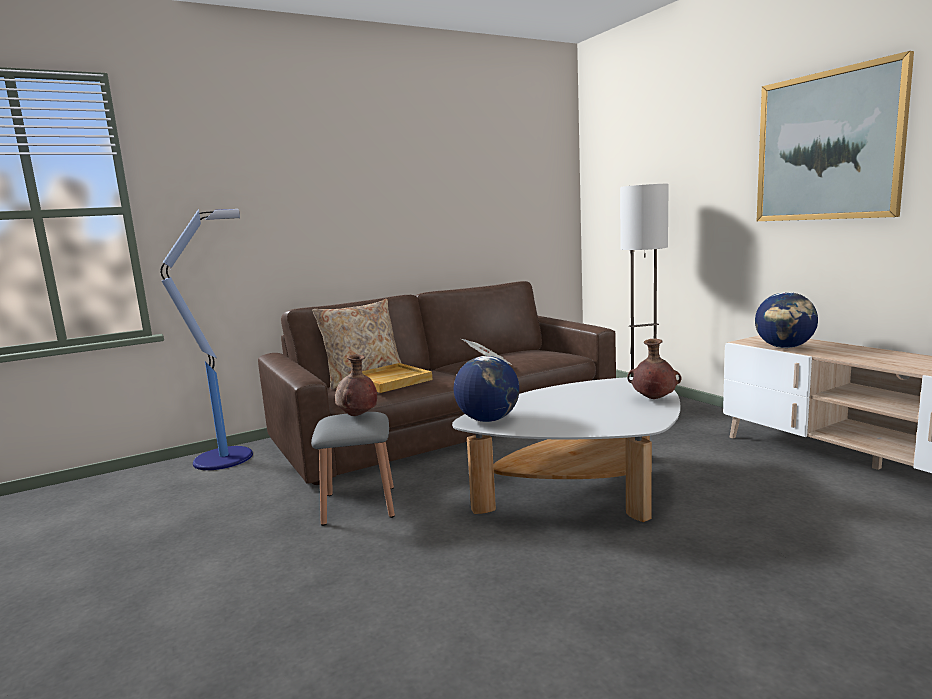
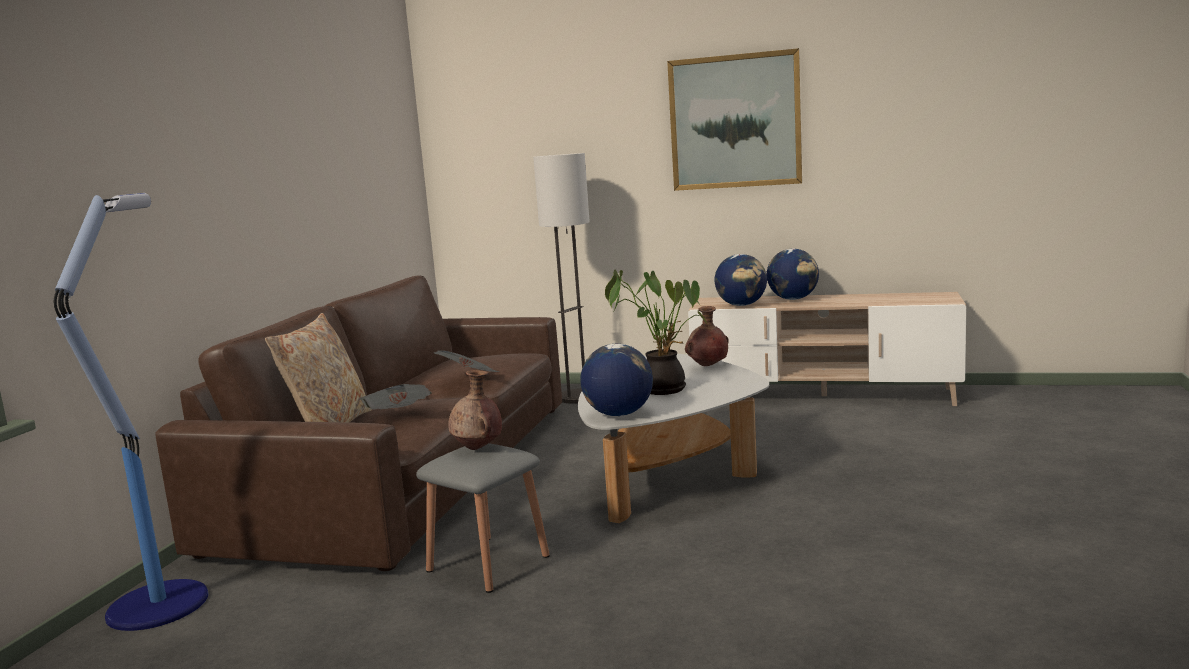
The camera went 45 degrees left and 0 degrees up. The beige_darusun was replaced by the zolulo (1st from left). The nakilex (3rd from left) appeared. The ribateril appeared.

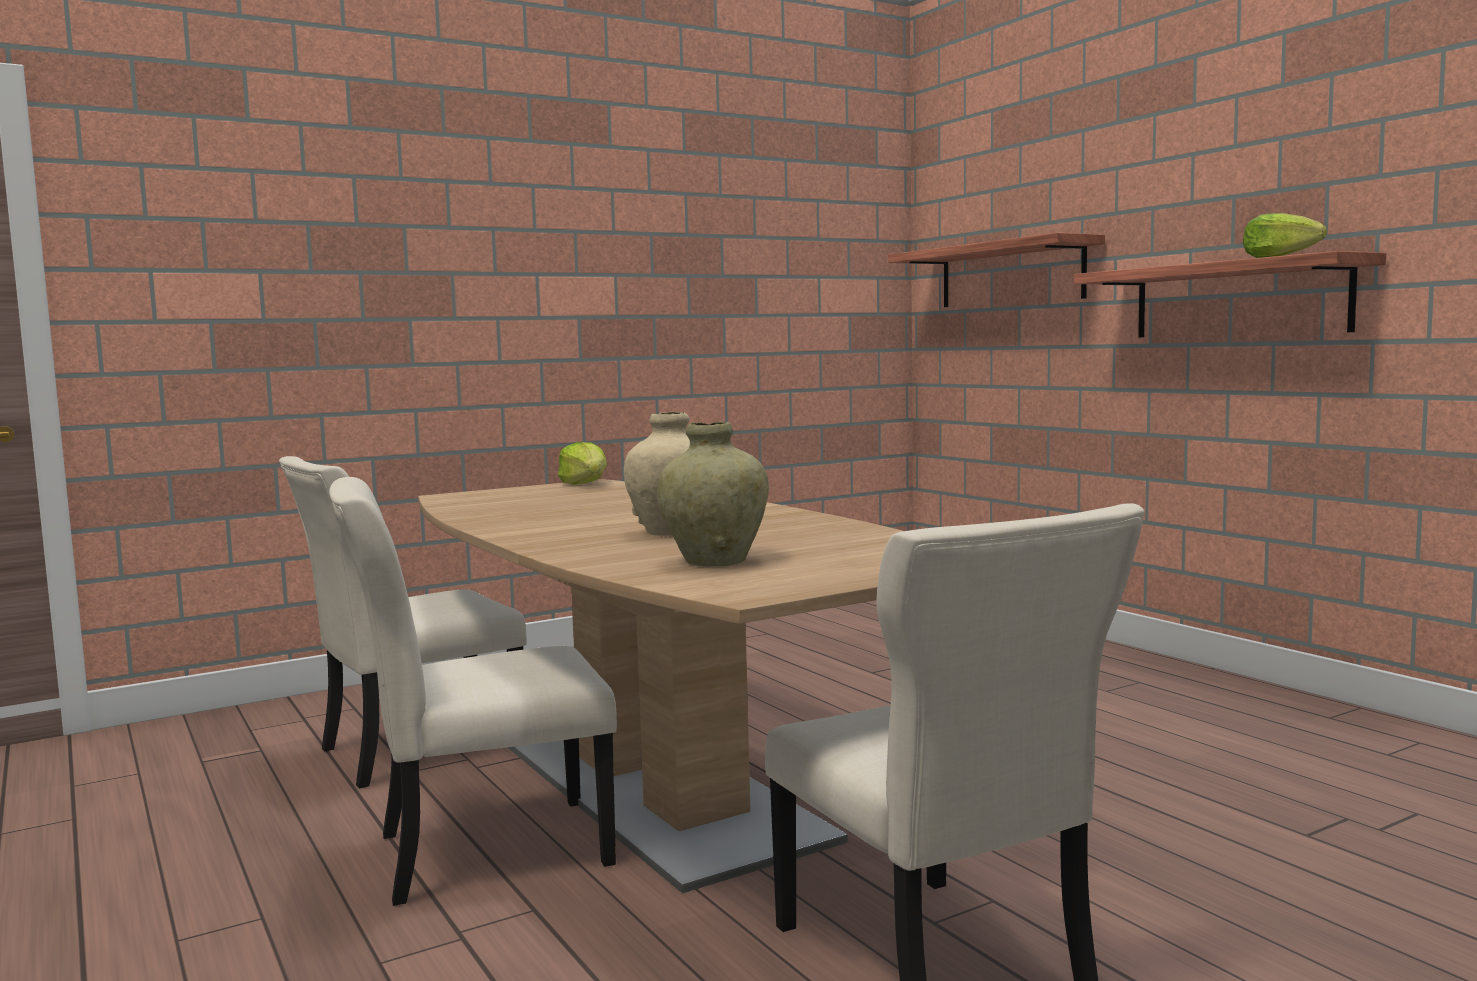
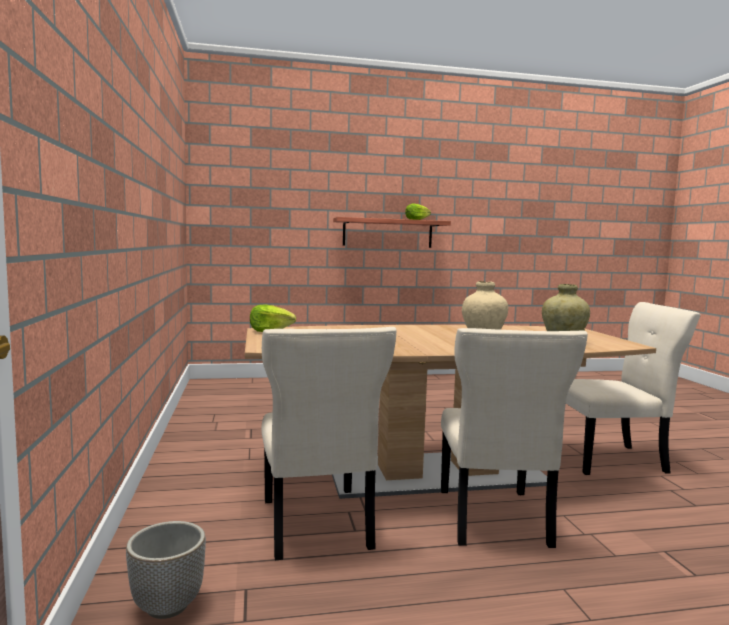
The camera went 70 degrees left and 0 degrees up. The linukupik (1st from left) disappeared. The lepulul appeared.

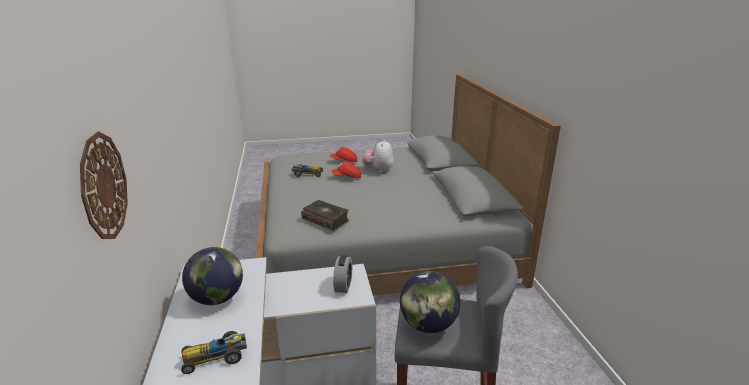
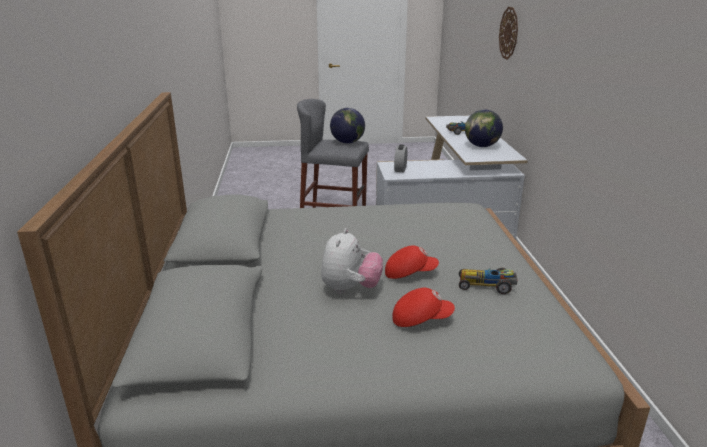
The camera went 175 degrees left and 0 degrees up. The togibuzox disappeared.

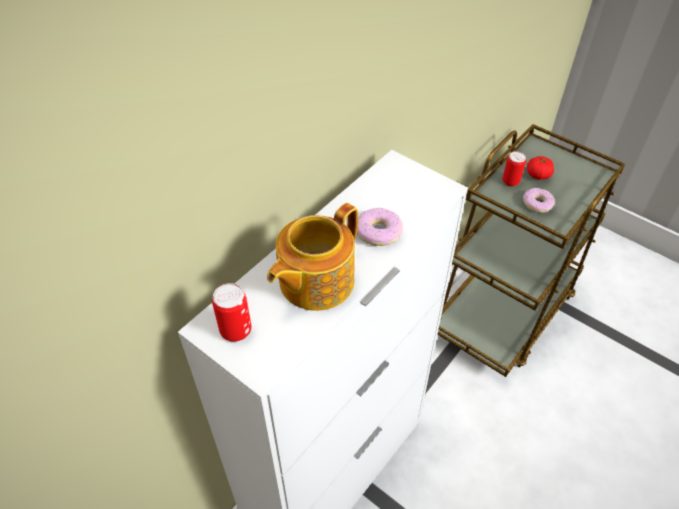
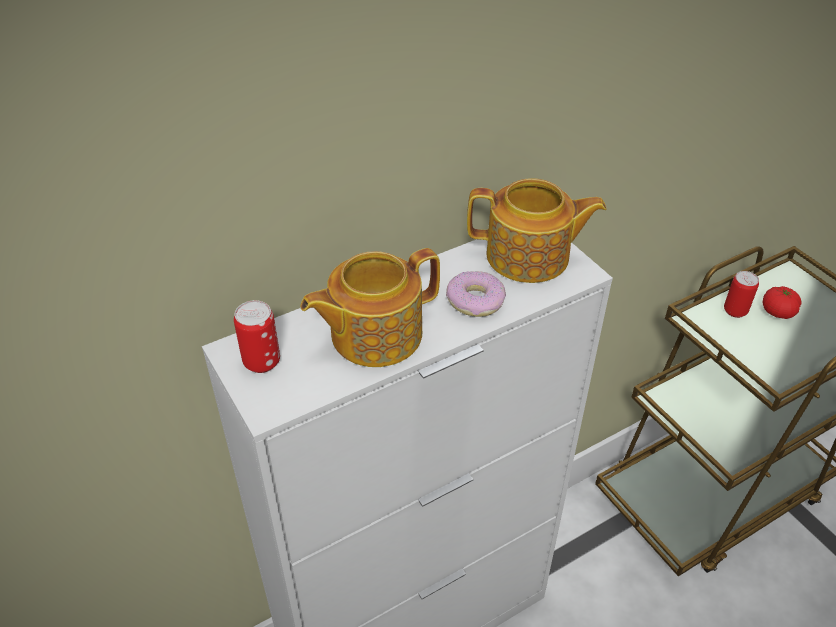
The camera went 20 degrees right and 5 degrees down. The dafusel (2nd from left) disappeared. The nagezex (2nd from left) appeared.

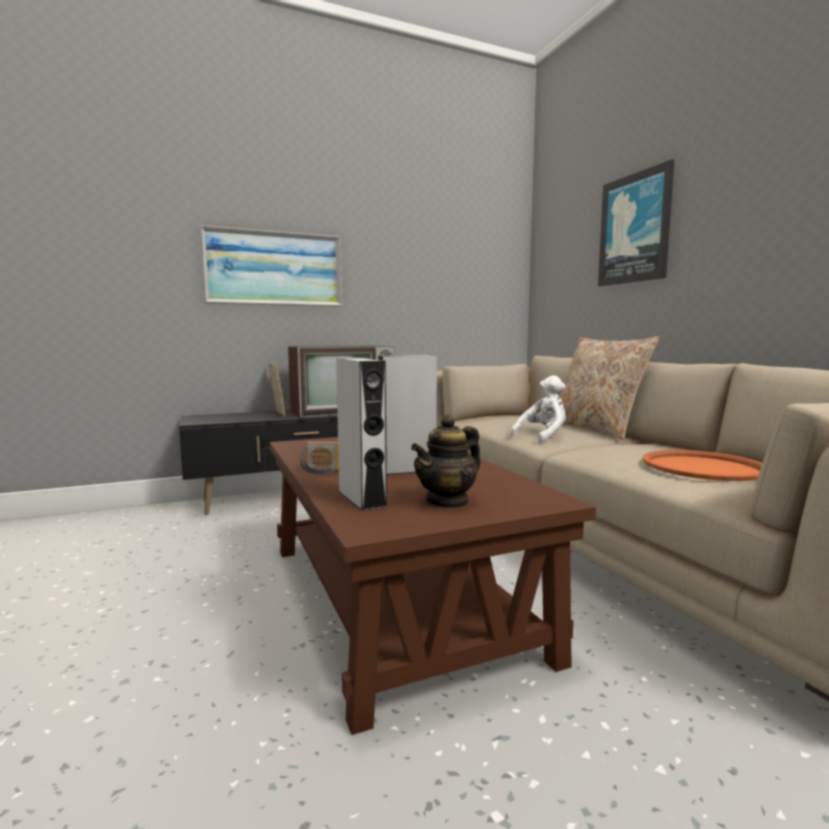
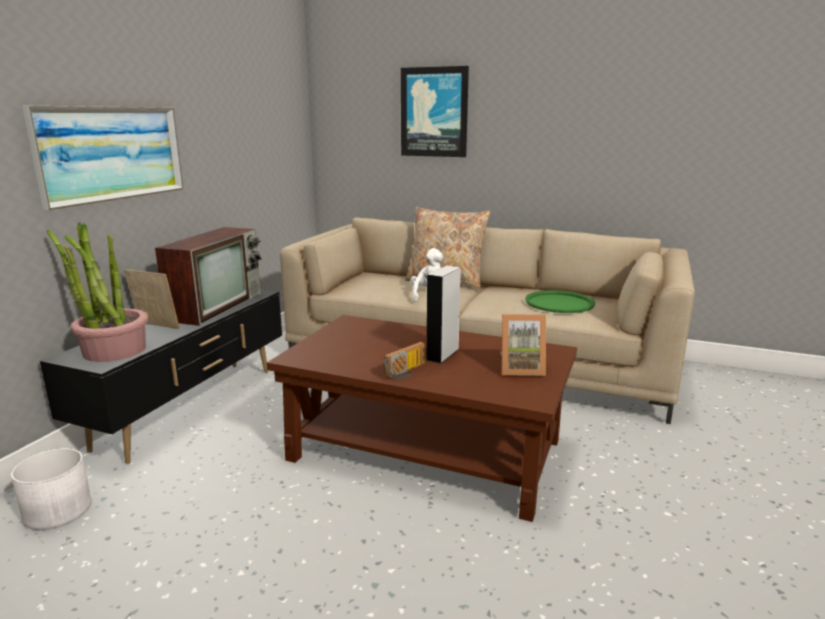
The camera went 45 degrees left and 10 degrees up. The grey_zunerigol (1st from left) disappeared. The nagezex was replaced by the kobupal (2nd from left). The orange_darusun became the green_darusun. The ribateril appeared. The white_lepulul appeared.

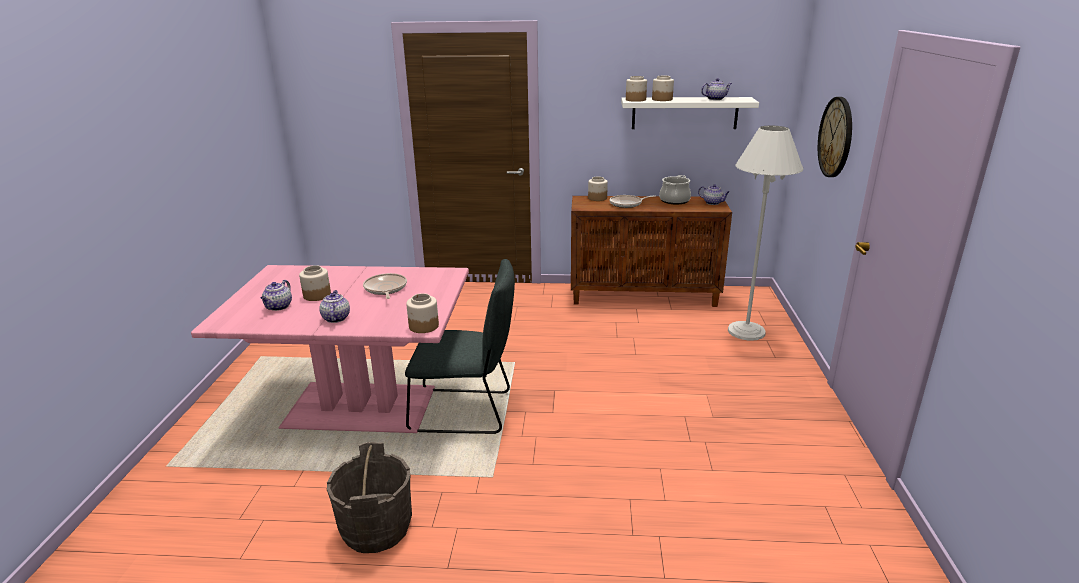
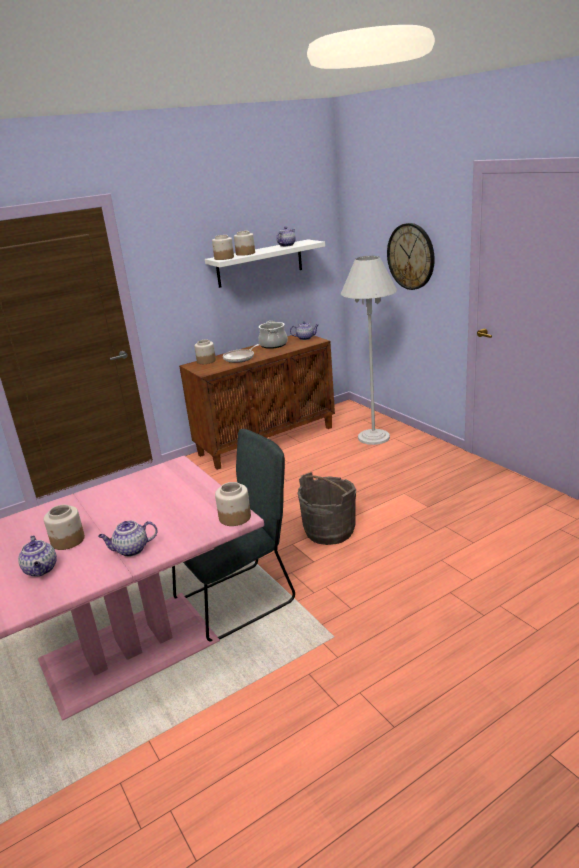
The camera went 35 degrees left and 0 degrees up. The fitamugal (1st from left) disappeared. The nagezex (2nd from left) turned 60 degrees counterclockwise. The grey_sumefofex moved.

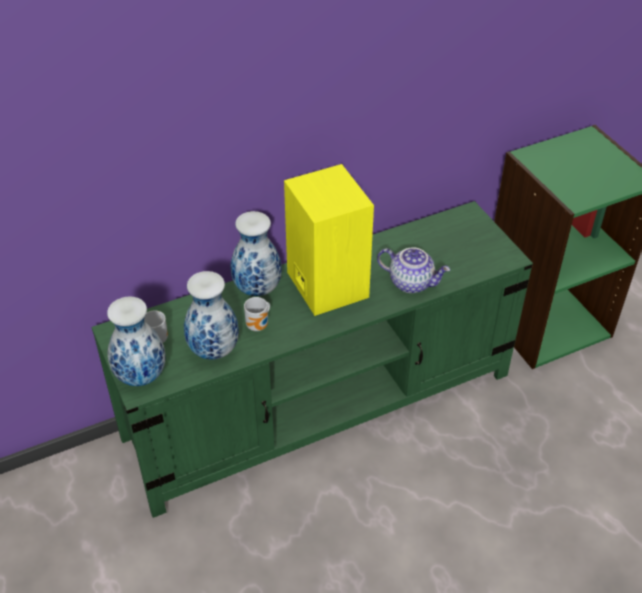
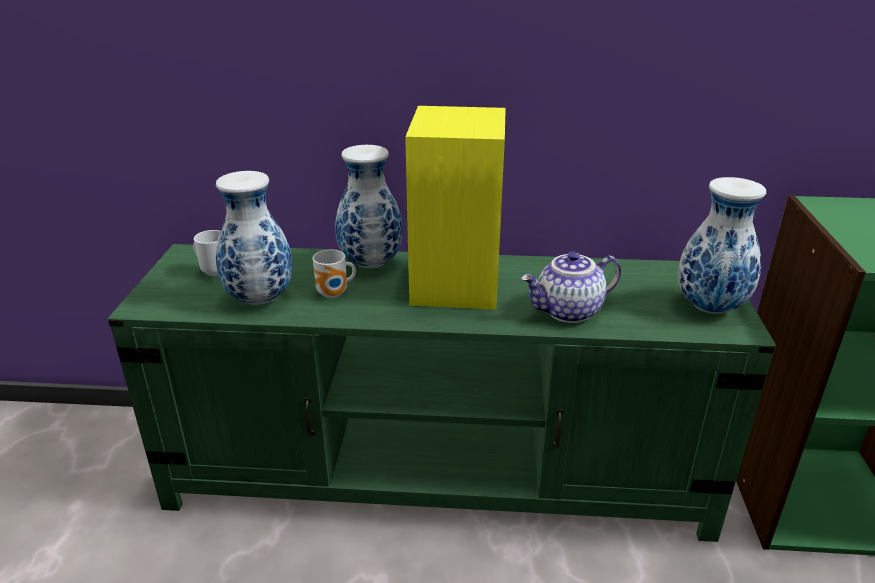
The camera went 30 degrees right and 15 degrees down. The nagezex turned 105 degrees clockwise. The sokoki (1st from left in the first image) moved.

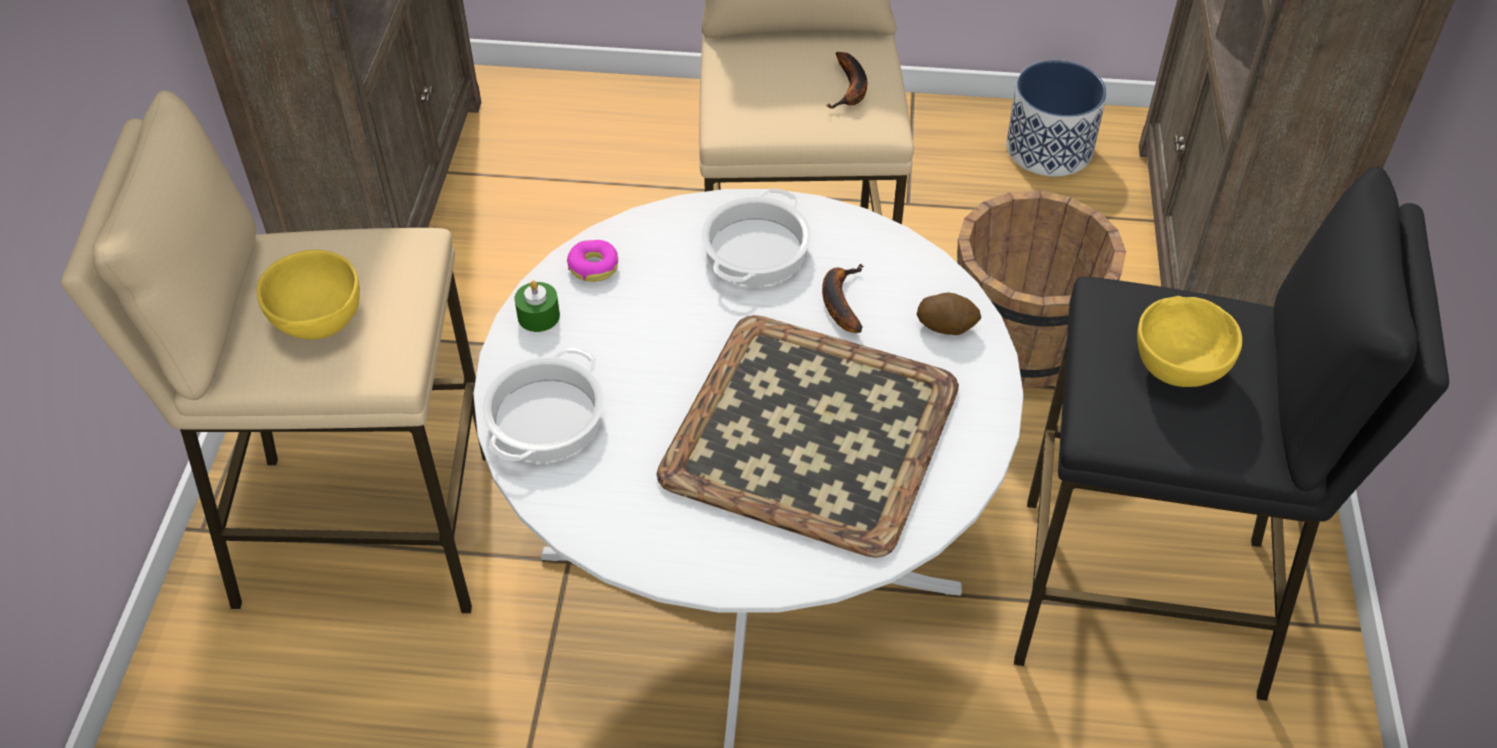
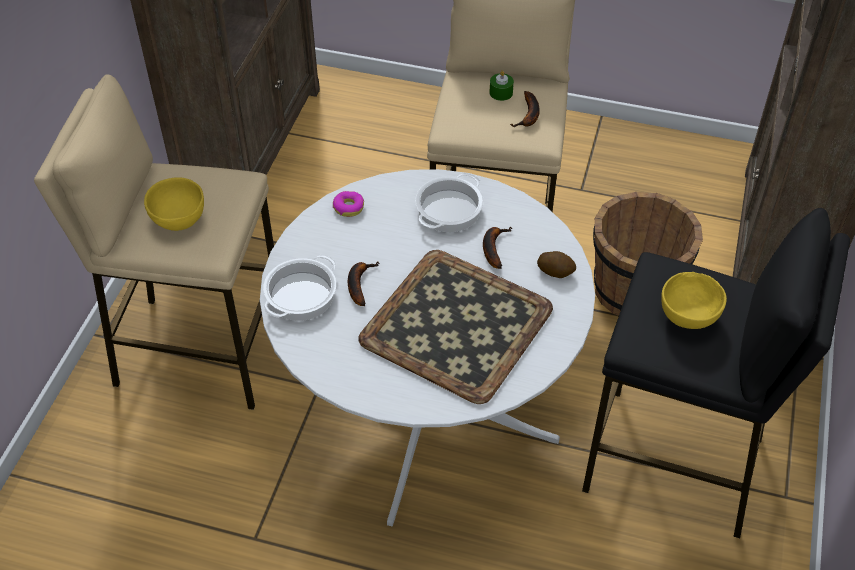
The camera went 10 degrees right and 0 degrees up. The lepulul disappeared. The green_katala moved. The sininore (1st from left) appeared.

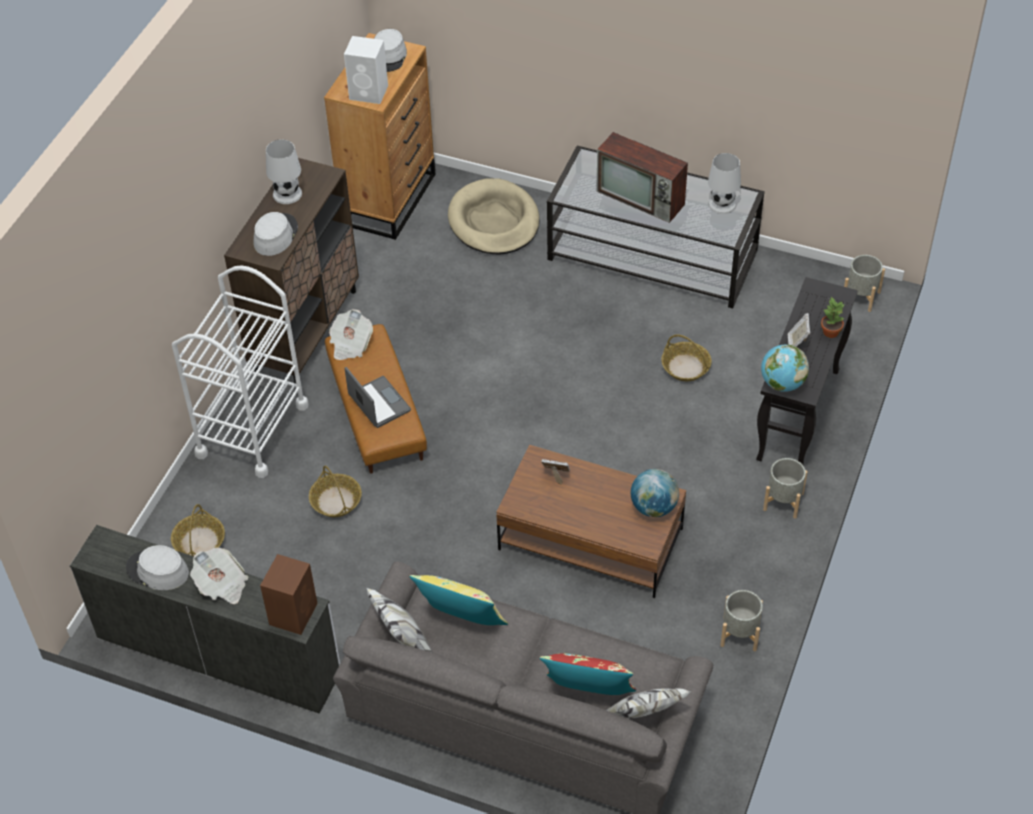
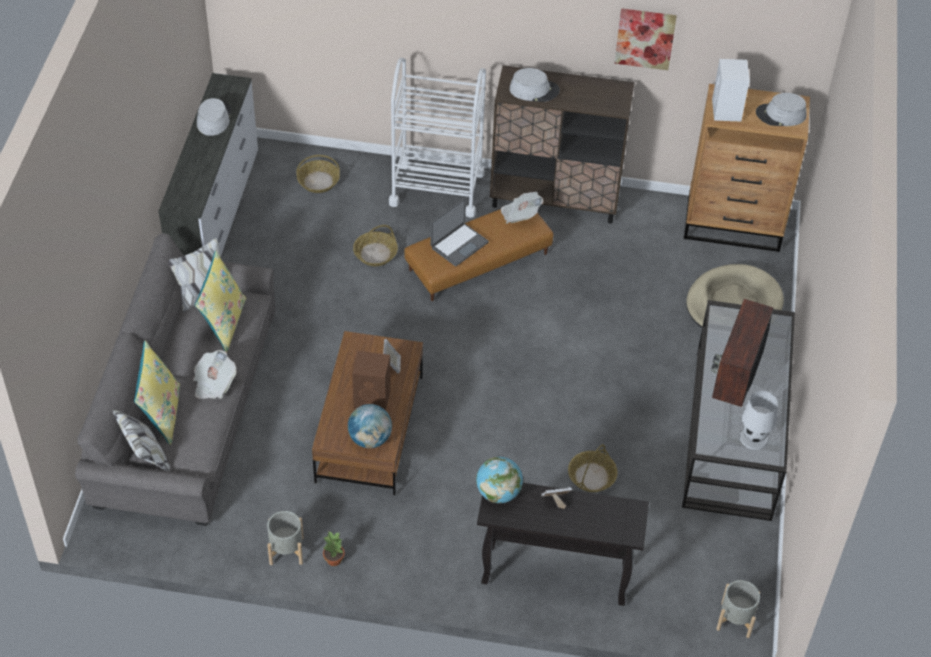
The camera went 75 degrees right and 0 degrees up. The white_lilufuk (1st from left) disappeared. The ribateril moved. The grey_lepulul (2nd from left) disappeared. The zolulo (1st from left) moved. The brown_zunerigol moved. The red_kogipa became the yellow_kogipa (1st from left). The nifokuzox appeared.

